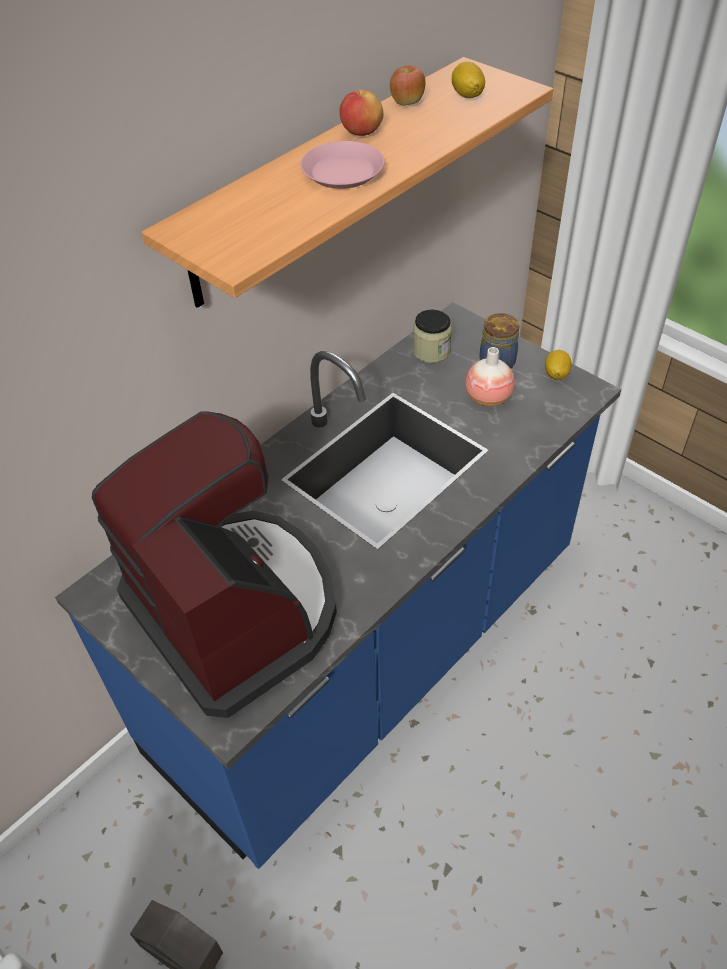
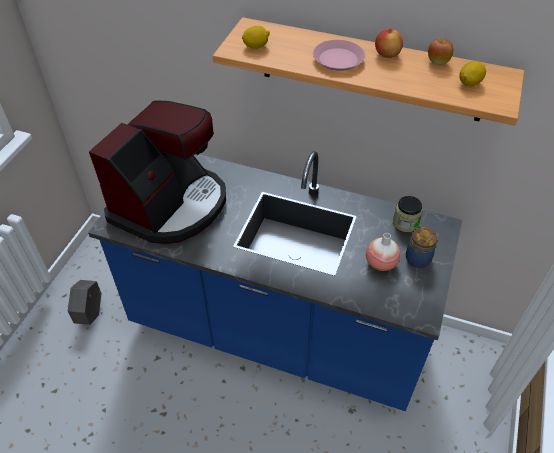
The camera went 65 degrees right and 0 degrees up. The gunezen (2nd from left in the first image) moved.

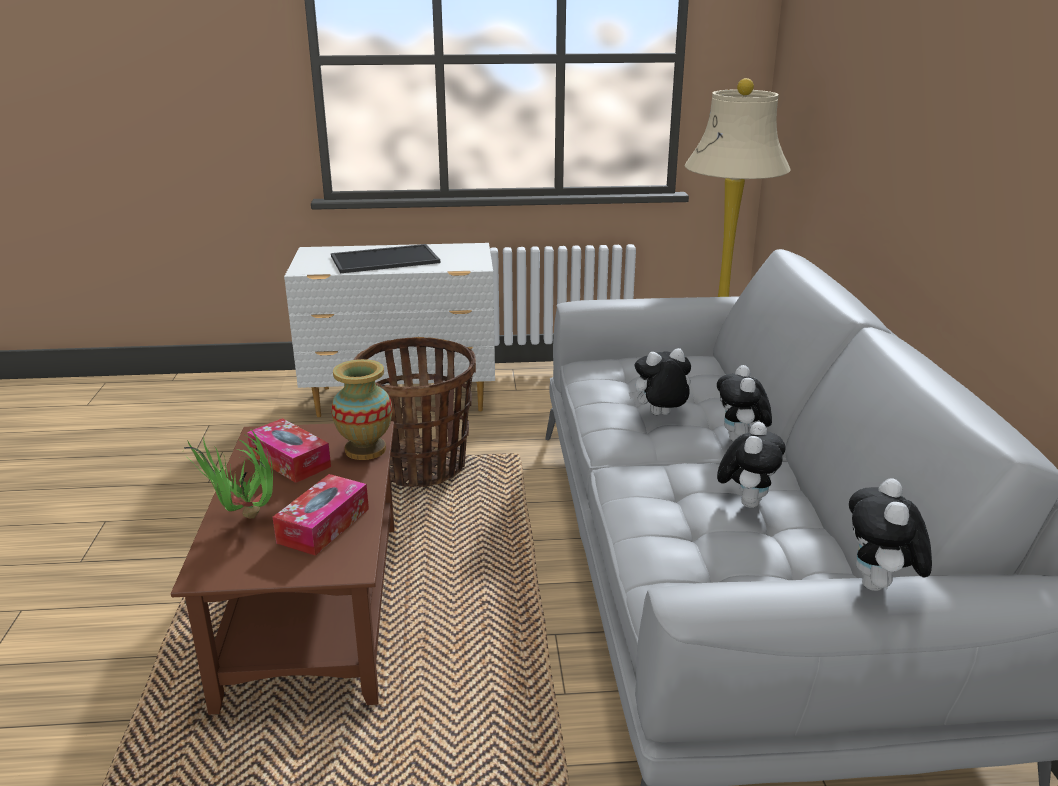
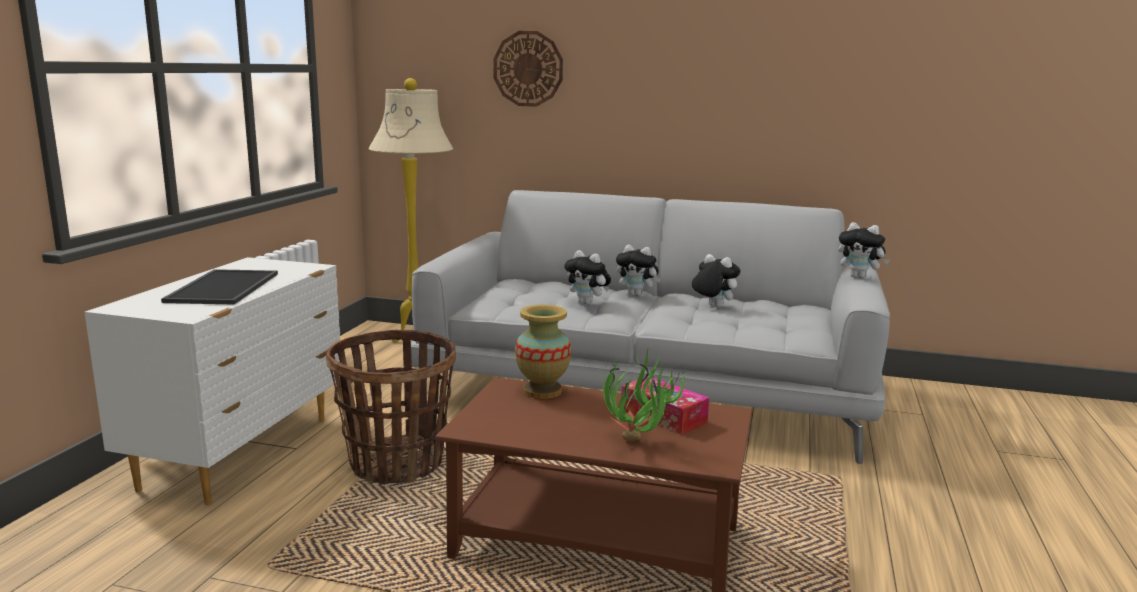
The camera went 70 degrees left and 10 degrees down. The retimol (1st from left) turned 60 degrees counterclockwise. The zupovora (1st from left) disappeared. The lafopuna appeared.

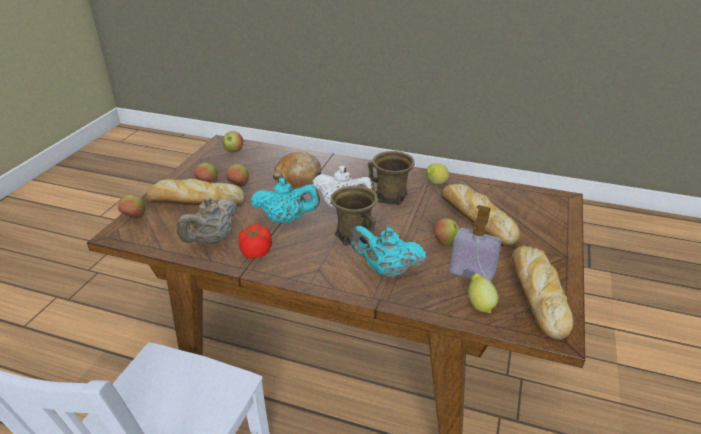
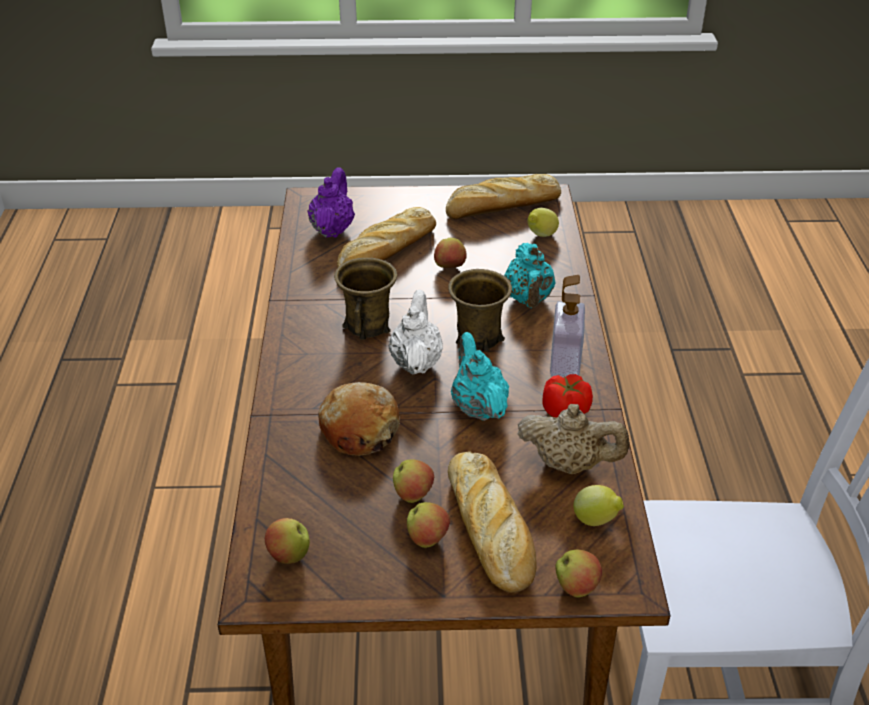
The camera went 110 degrees left and 5 degrees up. The gunezen (1st from left in the first image) moved. The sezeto moved. The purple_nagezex appeared.

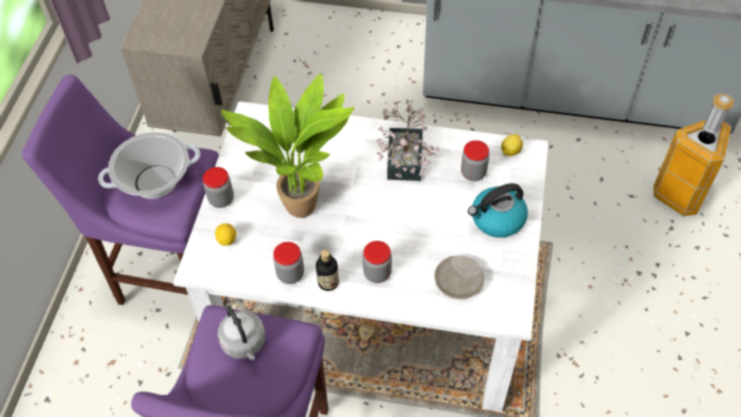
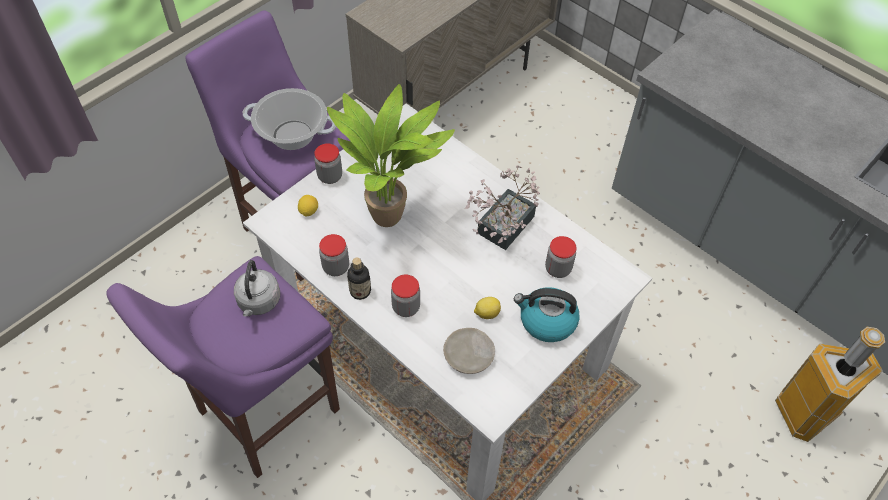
The camera went 30 degrees right and 0 degrees up. The gunezen (2nd from left) moved.

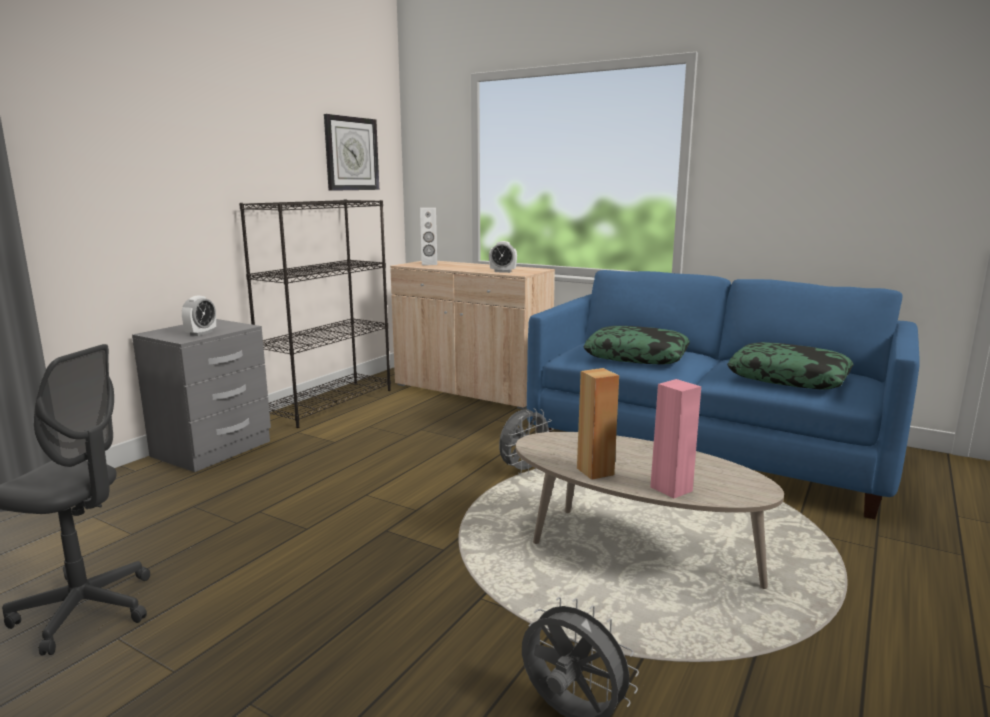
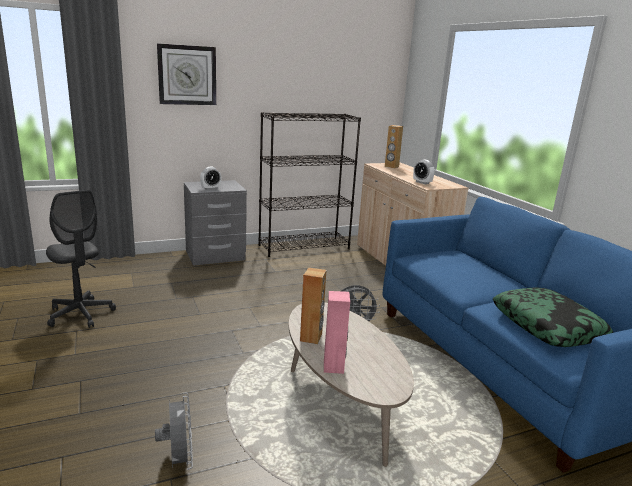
The camera went 35 degrees right and 5 degrees up. The lafopuna moved. The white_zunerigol became the brown_zunerigol (2nd from left). The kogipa (1st from left) disappeared.

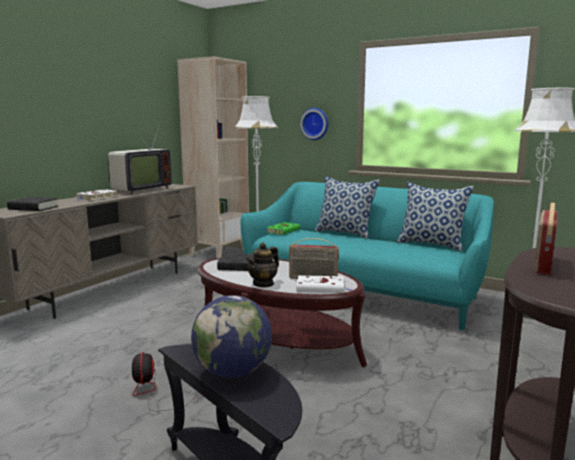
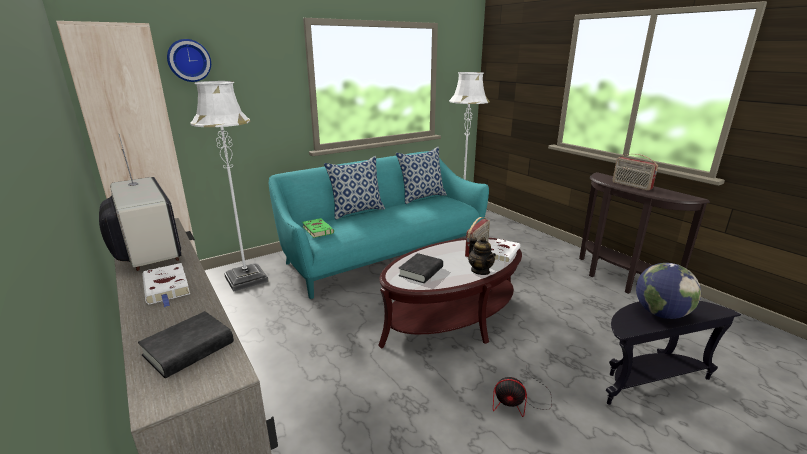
The camera went 65 degrees left and 10 degrees up. The lafopuna moved.

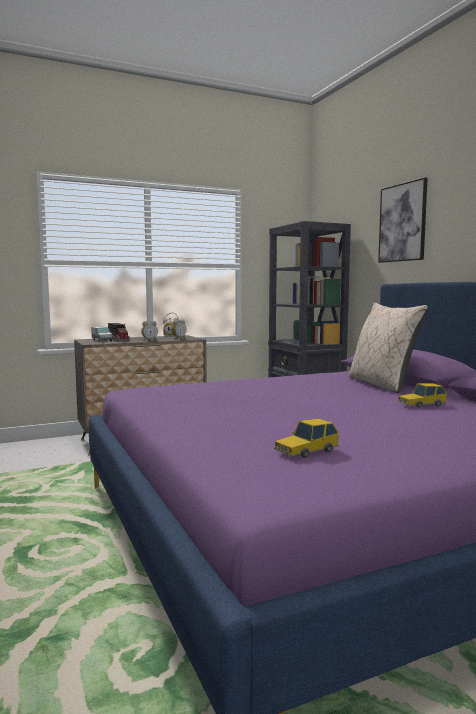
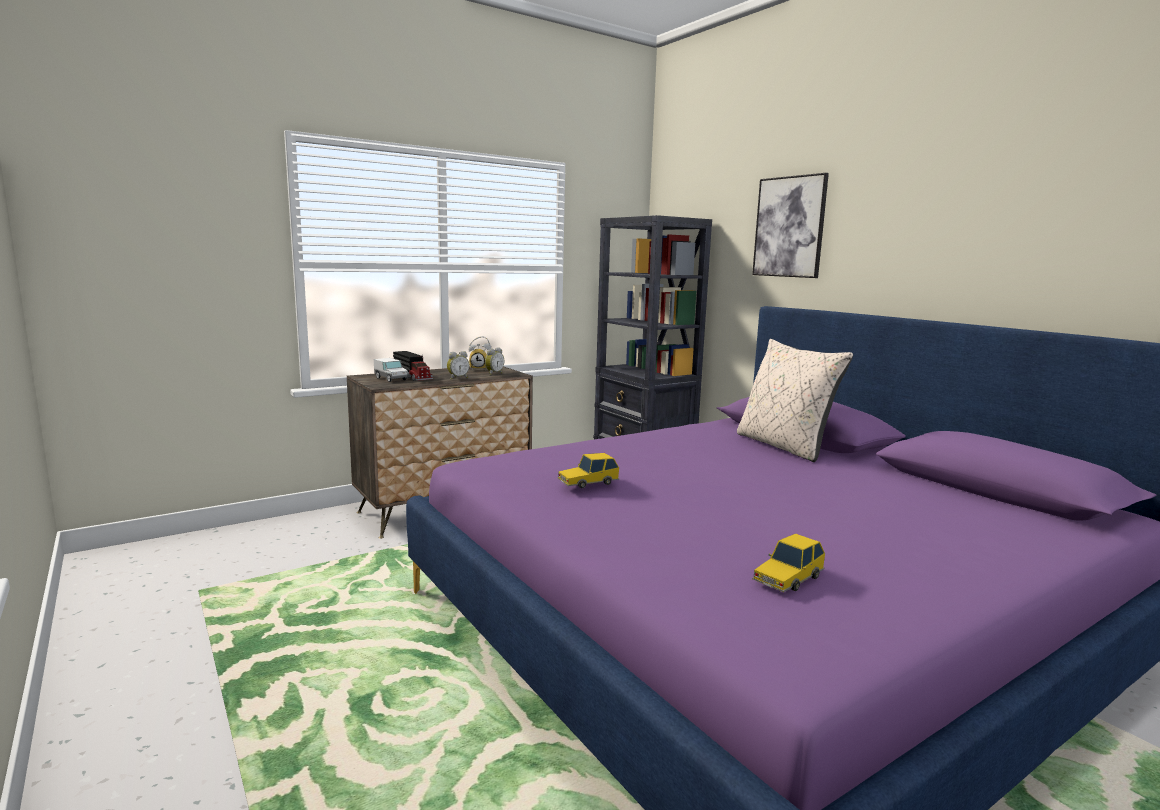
The camera went 10 degrees left and 5 degrees up. The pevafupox (2nd from left in the first image) moved.

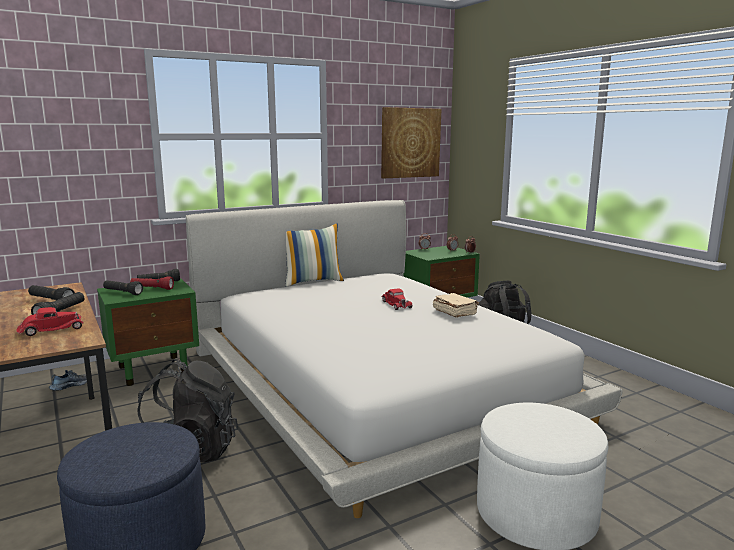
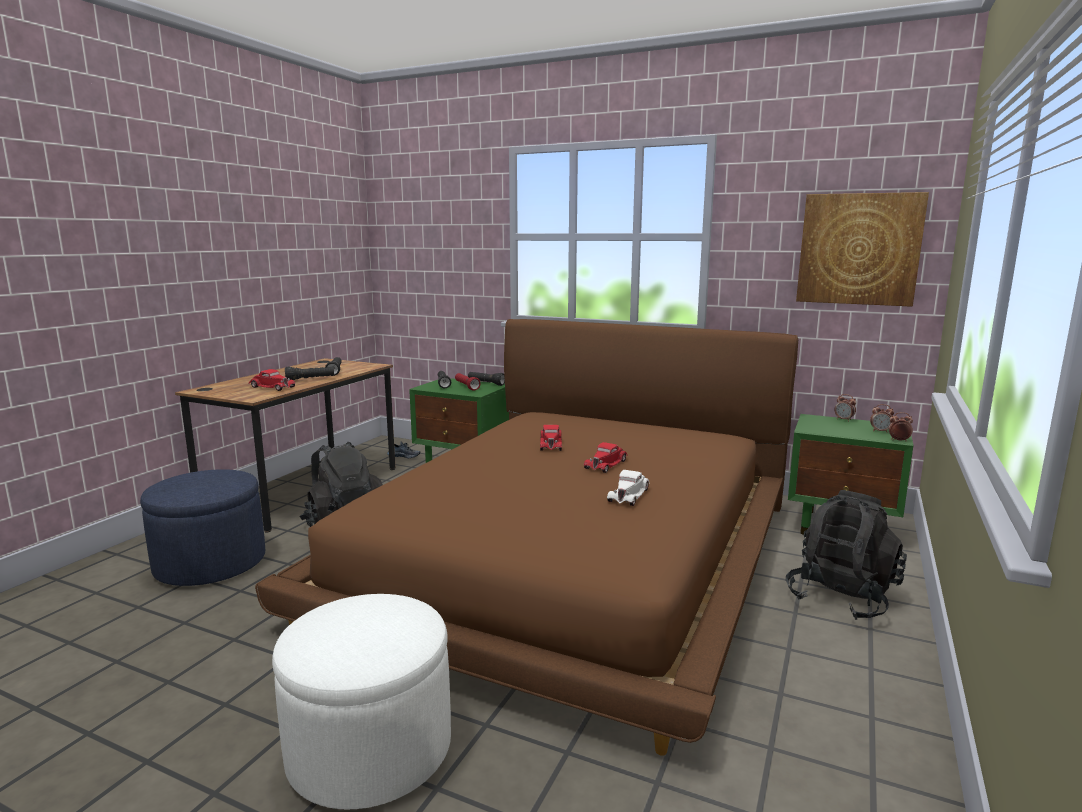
The camera went 55 degrees right and 0 degrees up. The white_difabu became the brown_difabu. The kogipa disappeared. The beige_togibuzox was replaced by the white_pevafupox. The red_pevafupox (2nd from left) appeared.

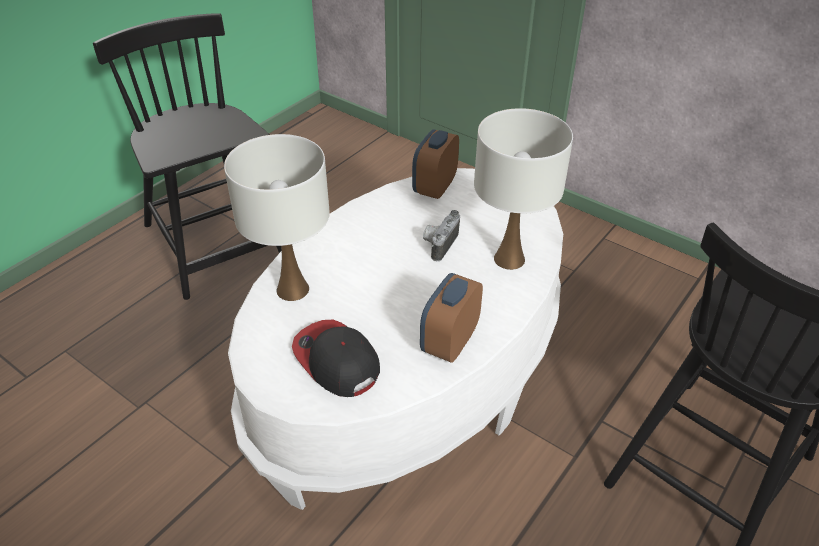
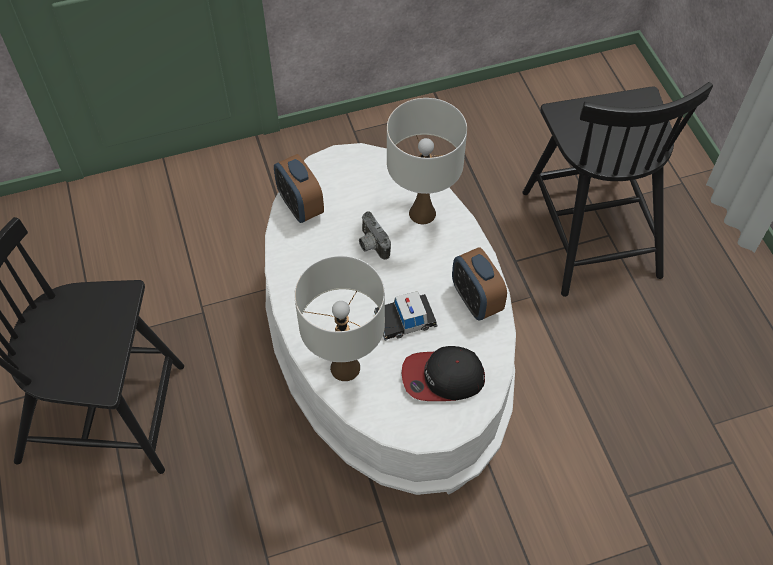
The camera went 55 degrees left and 15 degrees up. The pevafupox appeared.

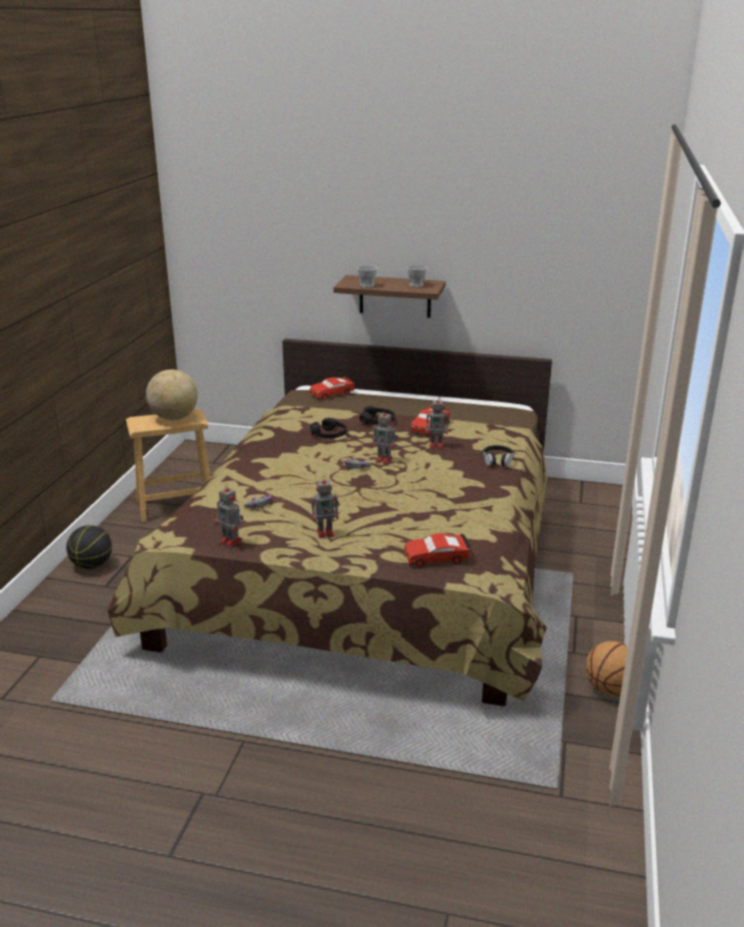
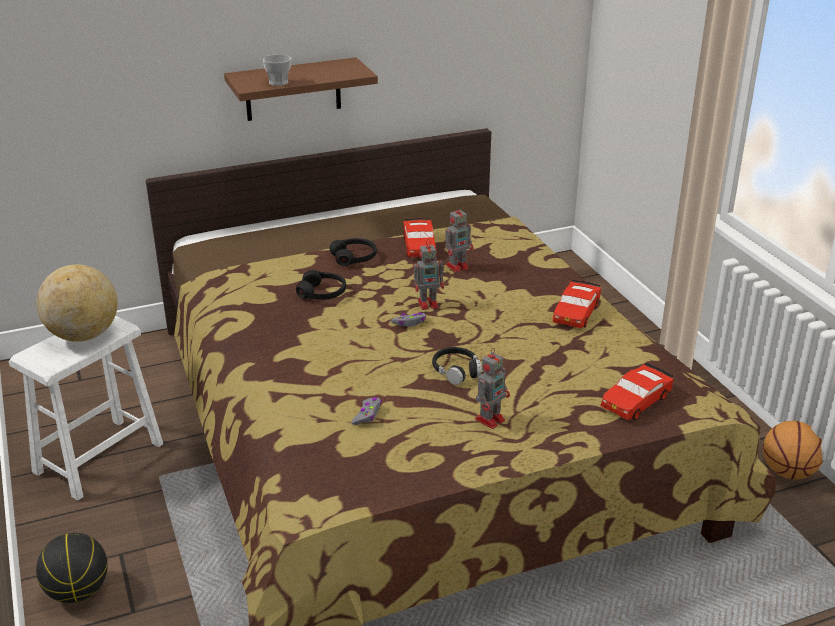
The camera went 35 degrees left and 5 degrees up. The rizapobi (2nd from left) disappeared. The red_pevafupox (1st from left in the first image) moved. The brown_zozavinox became the white_zozavinox. The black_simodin (3rd from left) moved. The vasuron (1st from left) disappeared.

